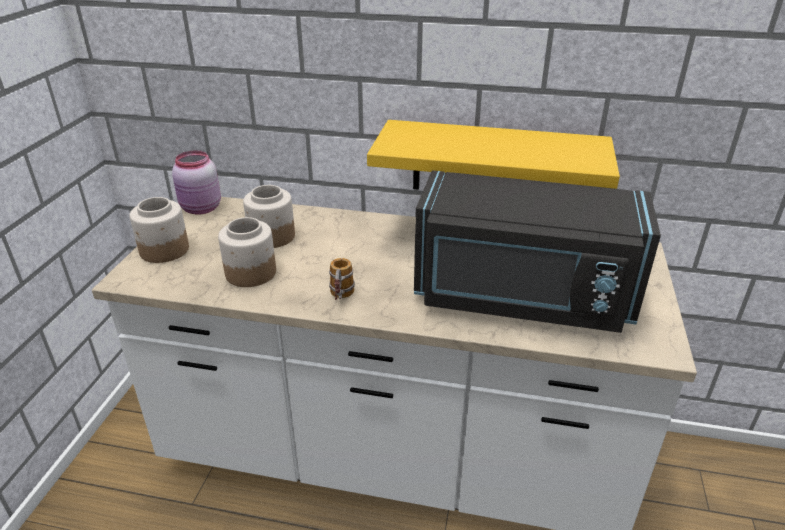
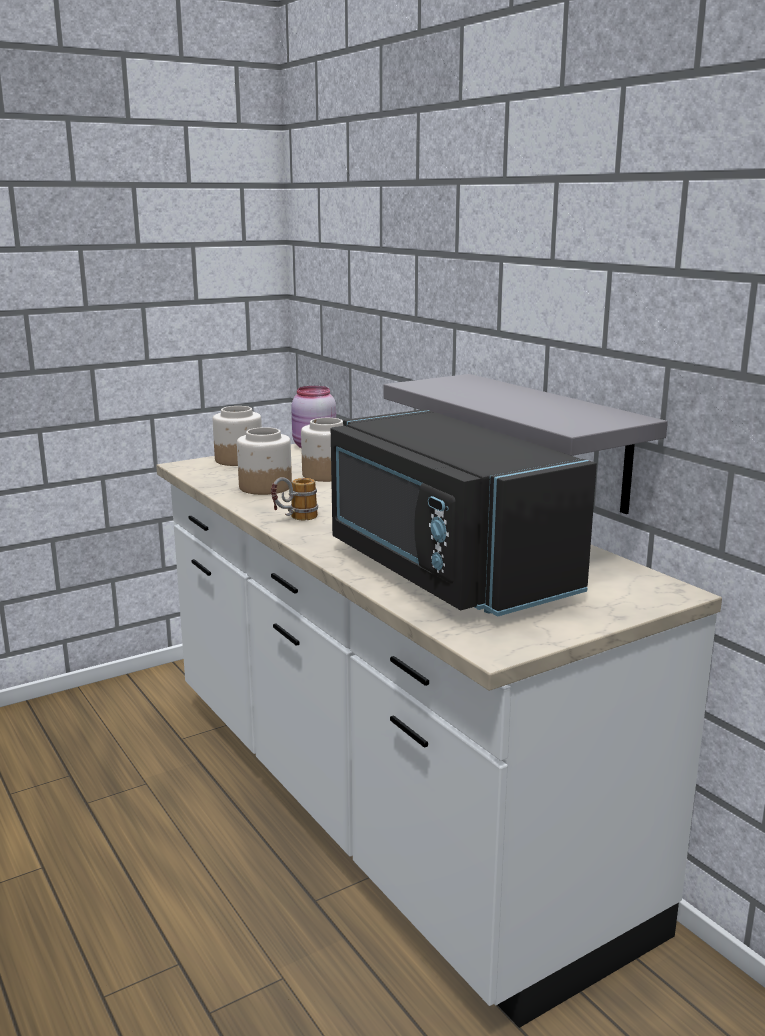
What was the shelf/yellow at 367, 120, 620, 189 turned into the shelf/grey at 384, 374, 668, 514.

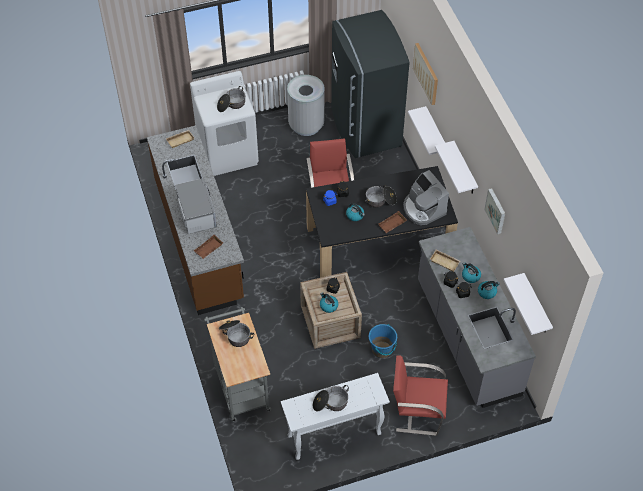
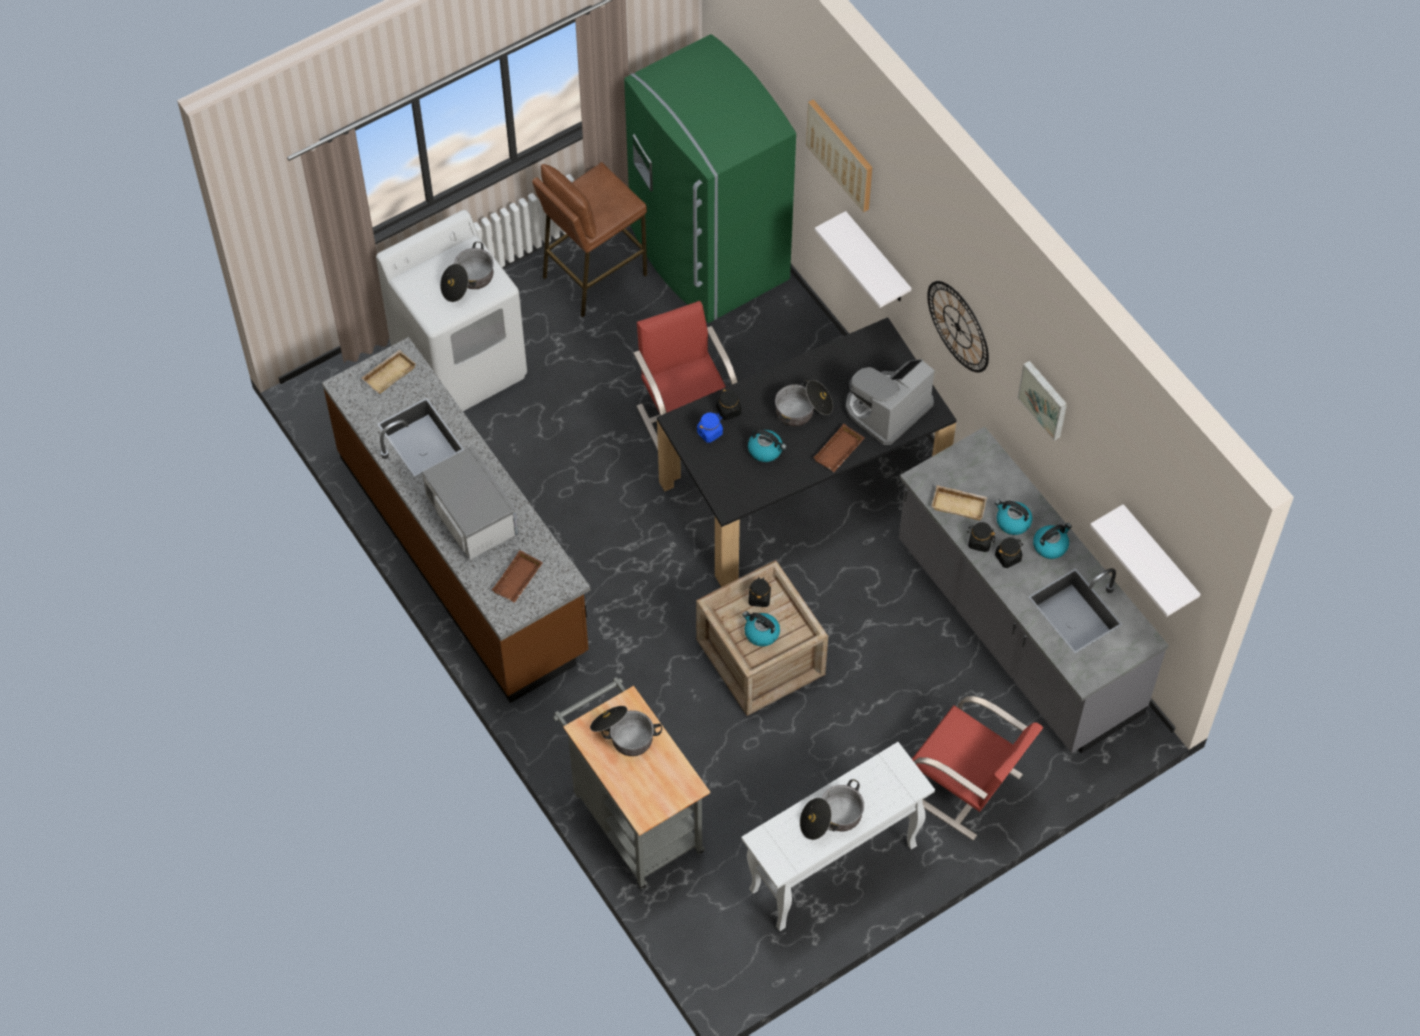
The second view lost the bucket/blue at 369, 324, 397, 358.
Where the trash can/grey stood at 287, 75, 325, 136, the stool/brown came to stand at 532, 162, 647, 317.
Where the shelf/white hung at 435, 141, 478, 194, the wall clock came to hang at 927, 281, 989, 373.
What was the fridge/grey at 331, 10, 410, 158 turned into the fridge/green at 624, 34, 796, 323.
The chair/red at 393, 355, 448, 436 ended up facing another way, 135 degrees counterclockwise from before.
The coffee machine at 403, 170, 449, 225 ended up facing another way, 90 degrees clockwise from before.

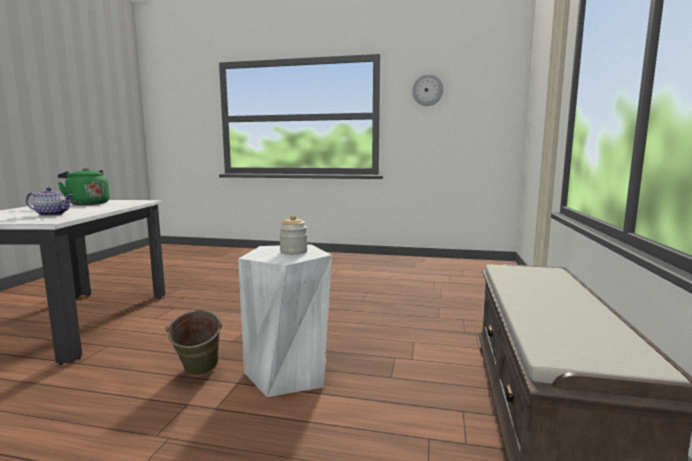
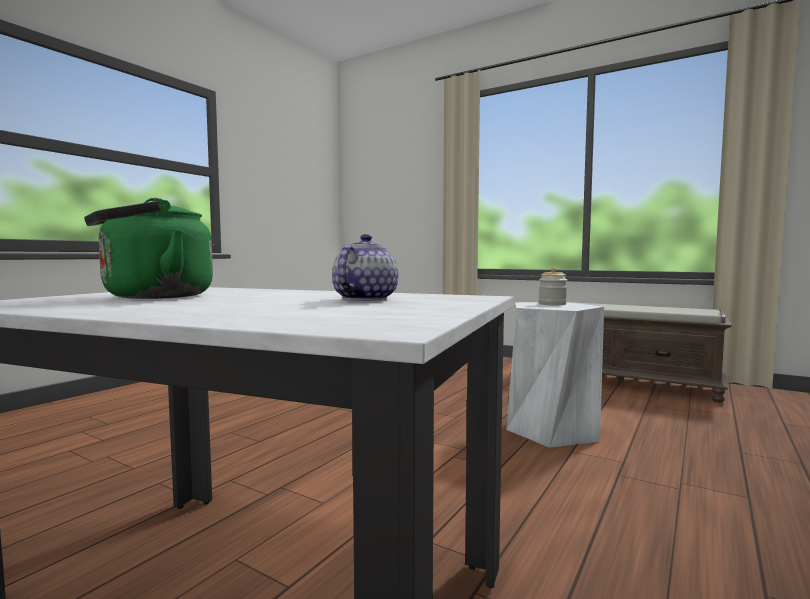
The second view lost the bucket/green at 165, 310, 223, 376.
The second view lost the wall clock at 412, 74, 443, 106.

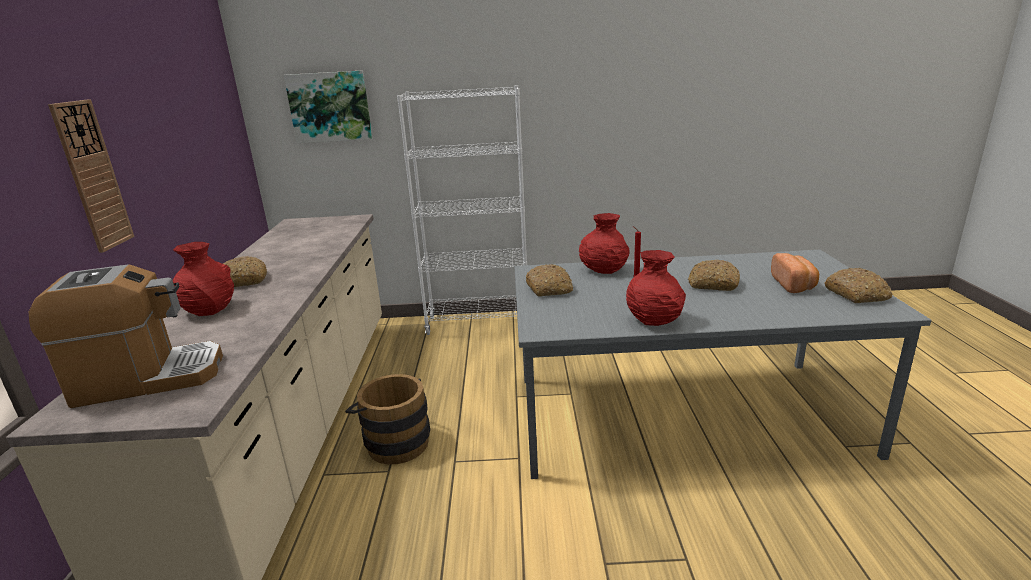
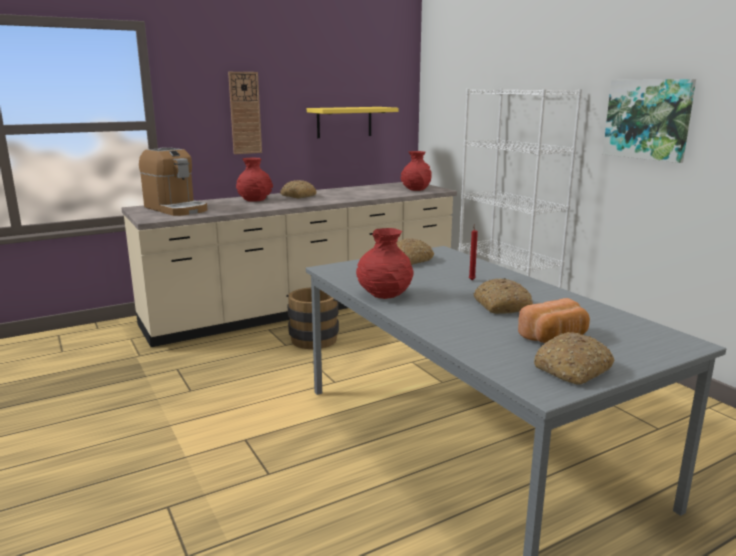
The second view gained the shelf/yellow at 307, 107, 399, 138.
The picture ended up elsewhere, having gone from 284, 70, 373, 143 to 603, 79, 696, 163.
The vase/red ended up elsewhere, having gone from 579, 213, 630, 274 to 401, 151, 432, 191.

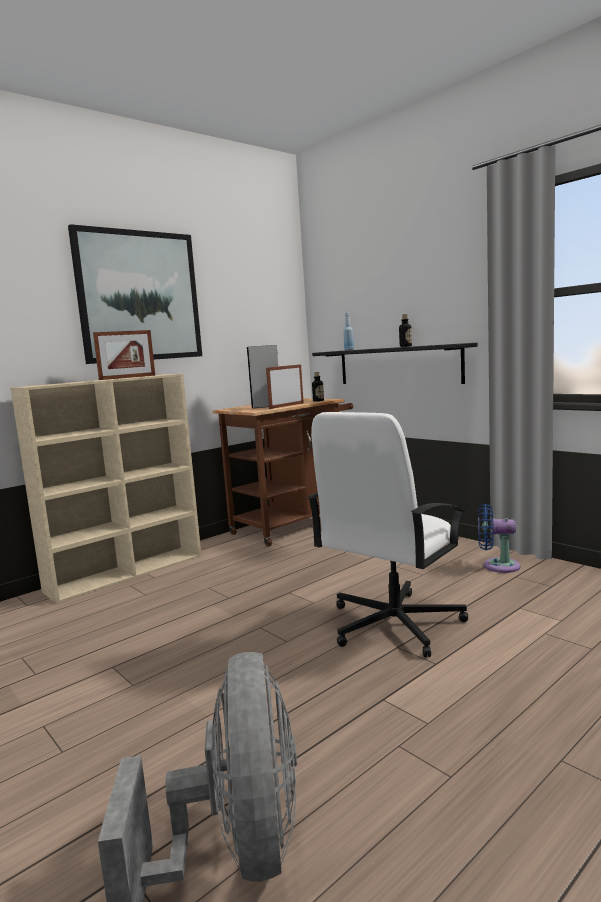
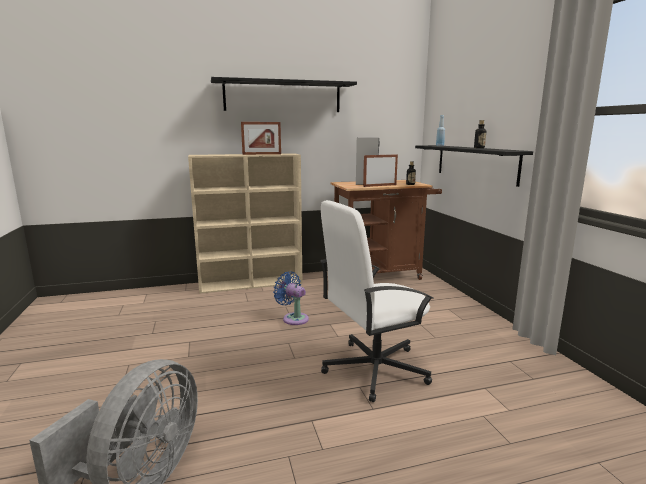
The fan/blue ended up elsewhere, having gone from 478, 504, 520, 573 to 273, 271, 309, 325.
Where the picture hung at 68, 224, 202, 364, the shelf/black came to hang at 211, 77, 357, 112.

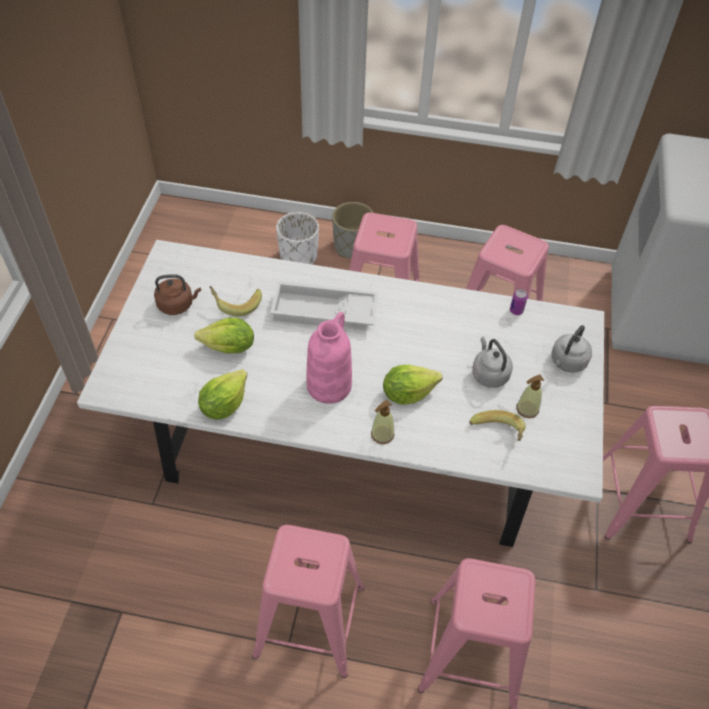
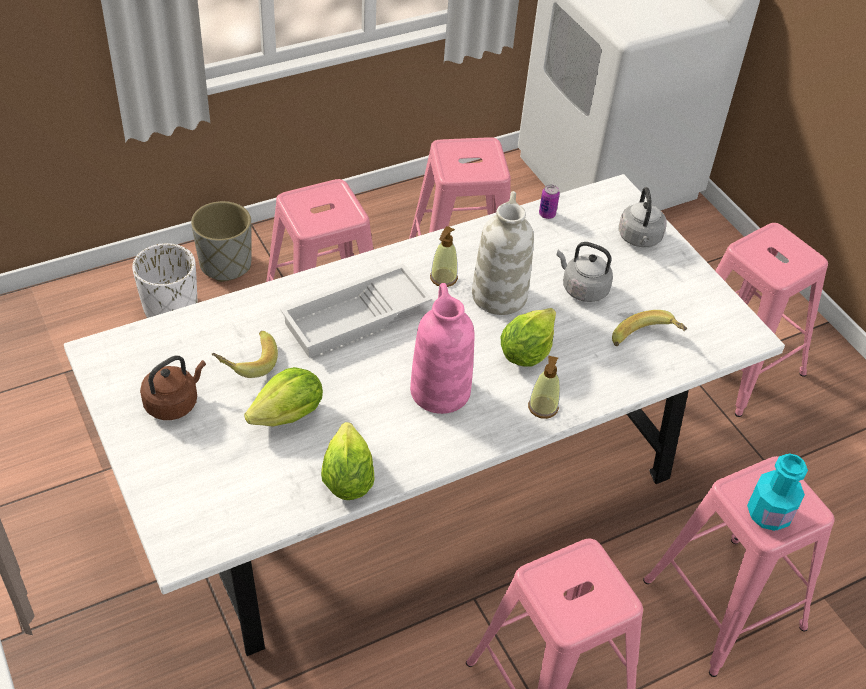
The second view gained the vase/white at 472, 191, 534, 315.
The second view gained the bottle/turquoise at 747, 453, 808, 531.
The soap dispenser ended up elsewhere, having gone from 516, 374, 544, 418 to 430, 226, 458, 287.

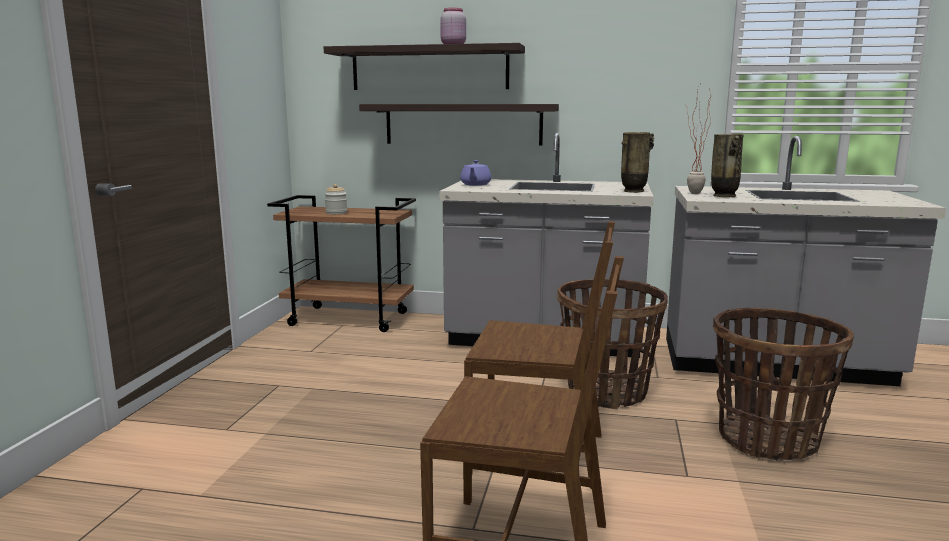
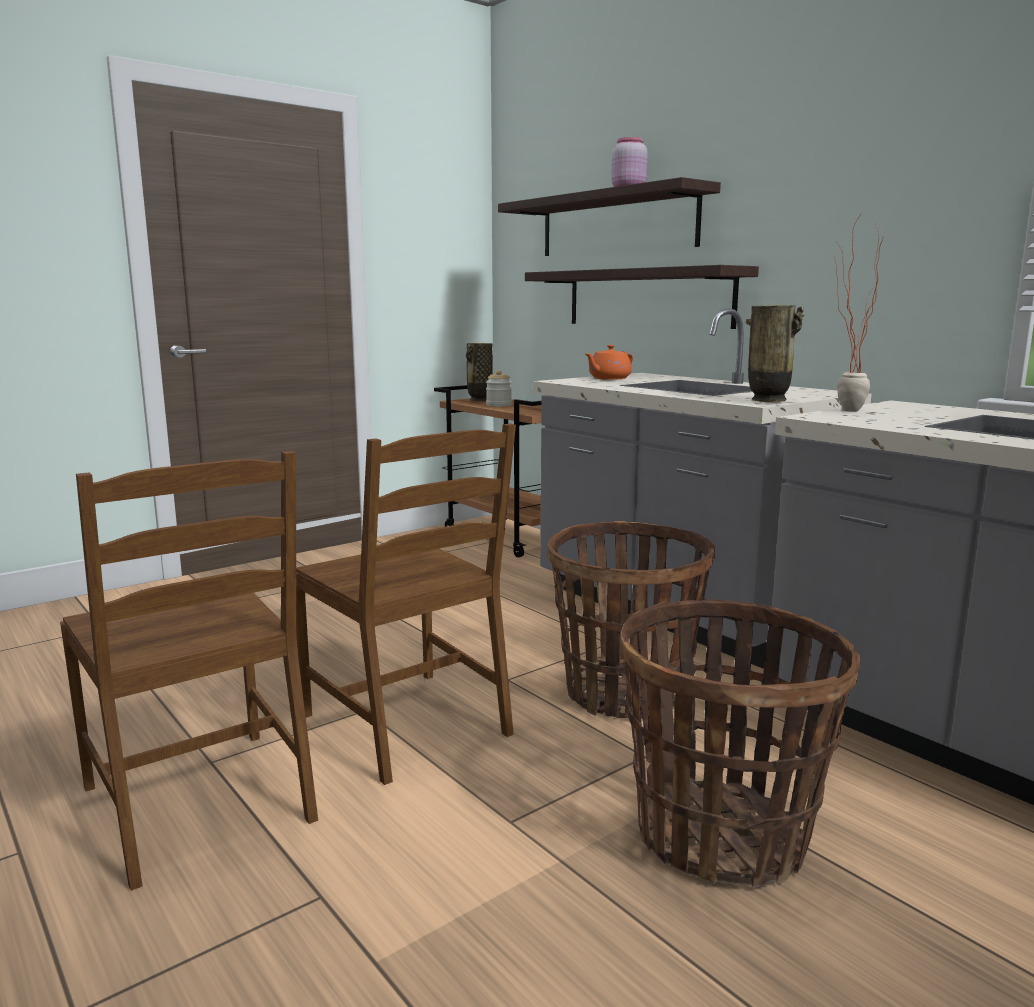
The vase ended up elsewhere, having gone from 711, 134, 743, 197 to 466, 343, 493, 402.
What was the teapot/purple at 460, 160, 491, 186 turned into the teapot/orange at 586, 345, 633, 380.

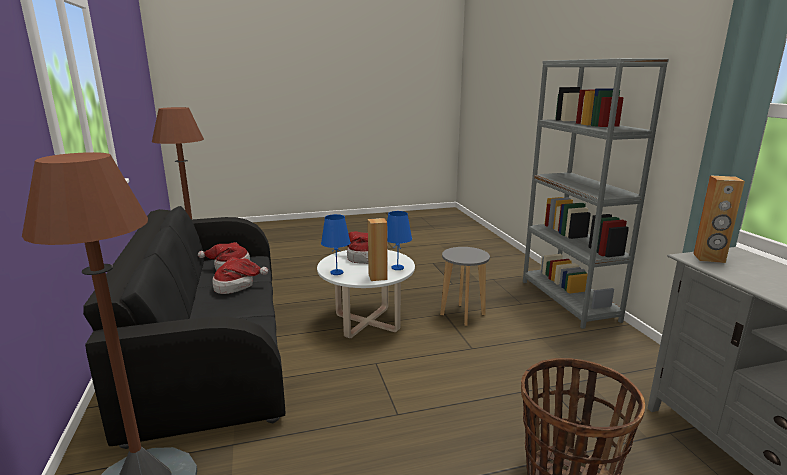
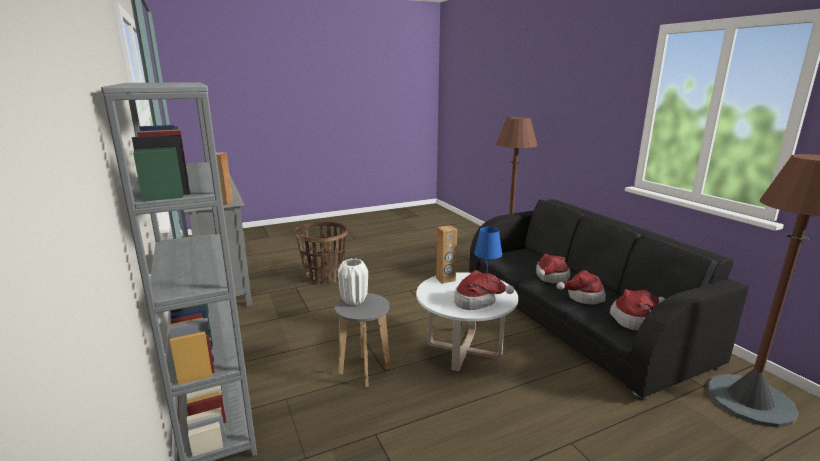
The second view lost the table lamp/blue at 387, 211, 412, 270.
The second view gained the vase/white at 338, 259, 368, 305.
The second view gained the hat at 536, 254, 570, 284.

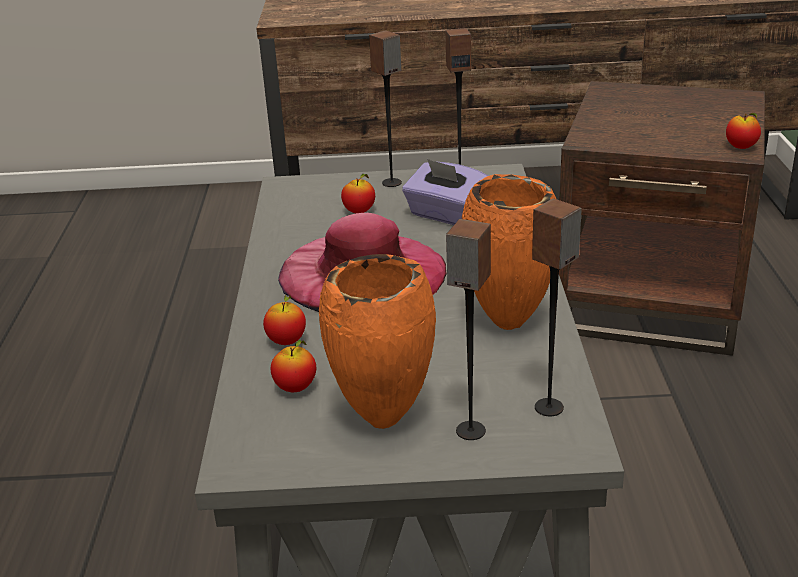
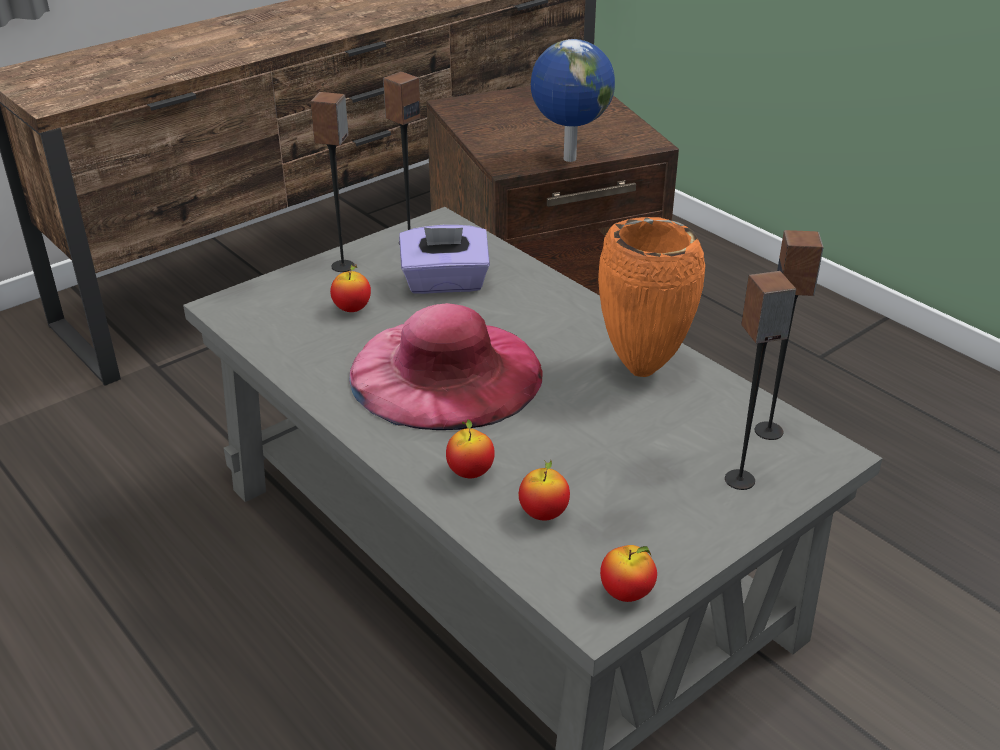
The second view lost the vase/orange at 319, 254, 436, 429.
The second view gained the globe at 531, 39, 615, 162.
The apple ended up elsewhere, having gone from 726, 113, 761, 149 to 600, 545, 657, 602.

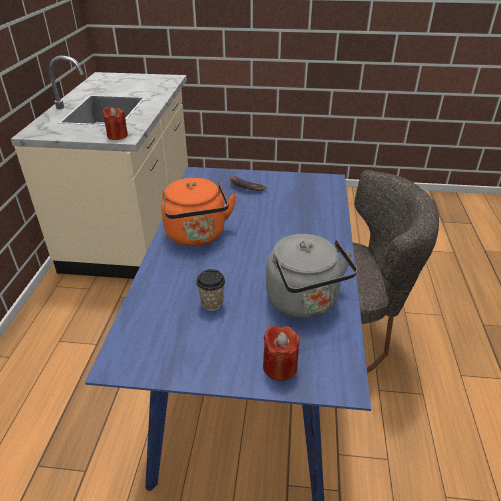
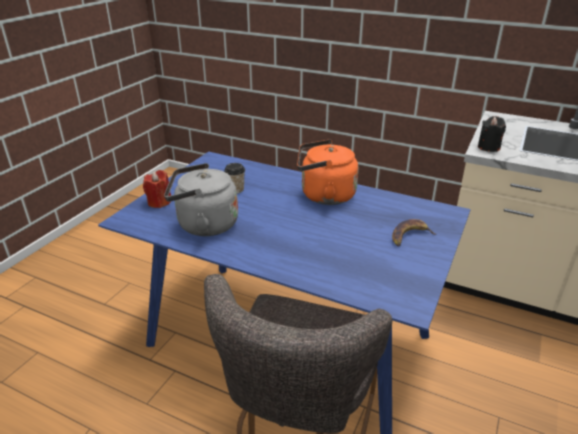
What was the candle/red at 103, 107, 128, 140 turned into the candle/black at 478, 116, 506, 152.

